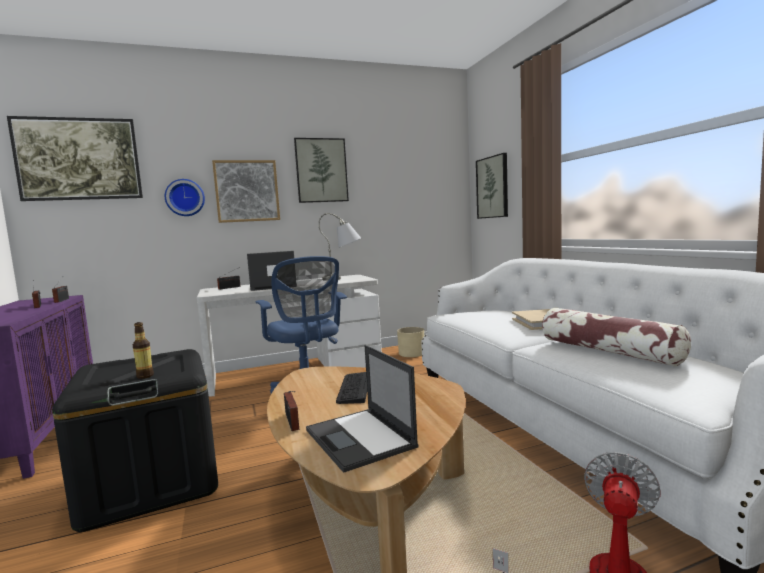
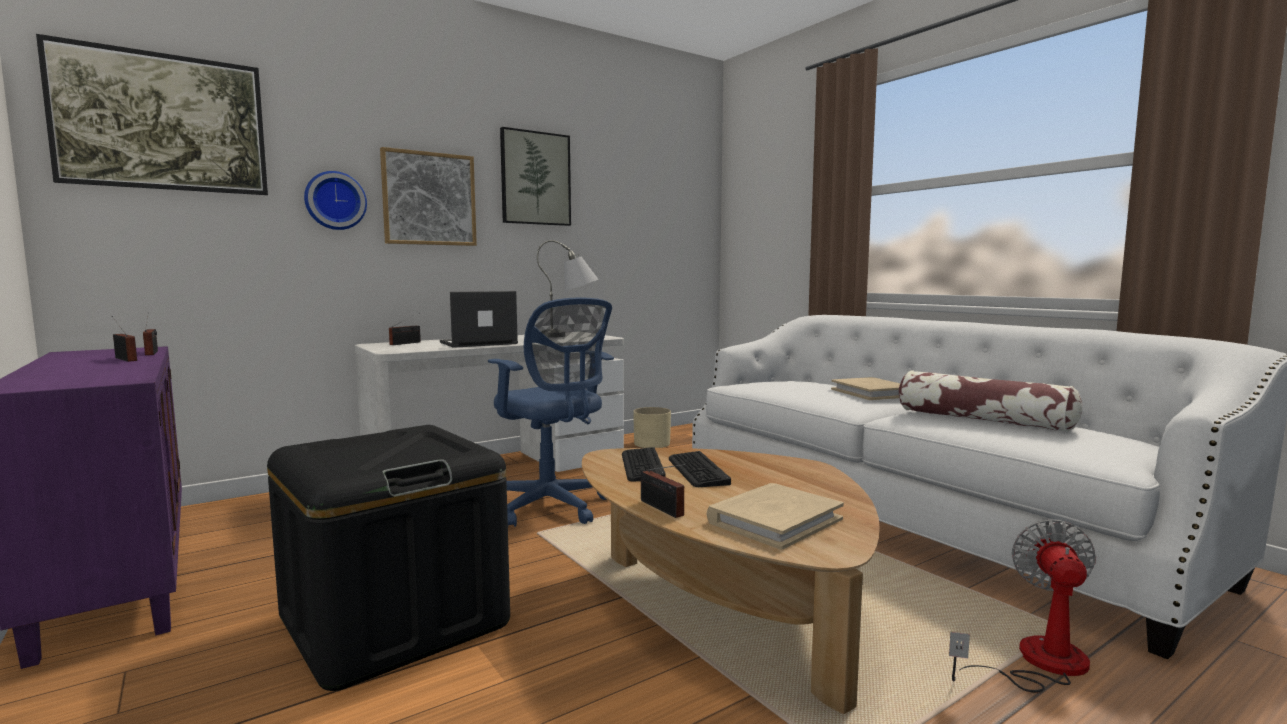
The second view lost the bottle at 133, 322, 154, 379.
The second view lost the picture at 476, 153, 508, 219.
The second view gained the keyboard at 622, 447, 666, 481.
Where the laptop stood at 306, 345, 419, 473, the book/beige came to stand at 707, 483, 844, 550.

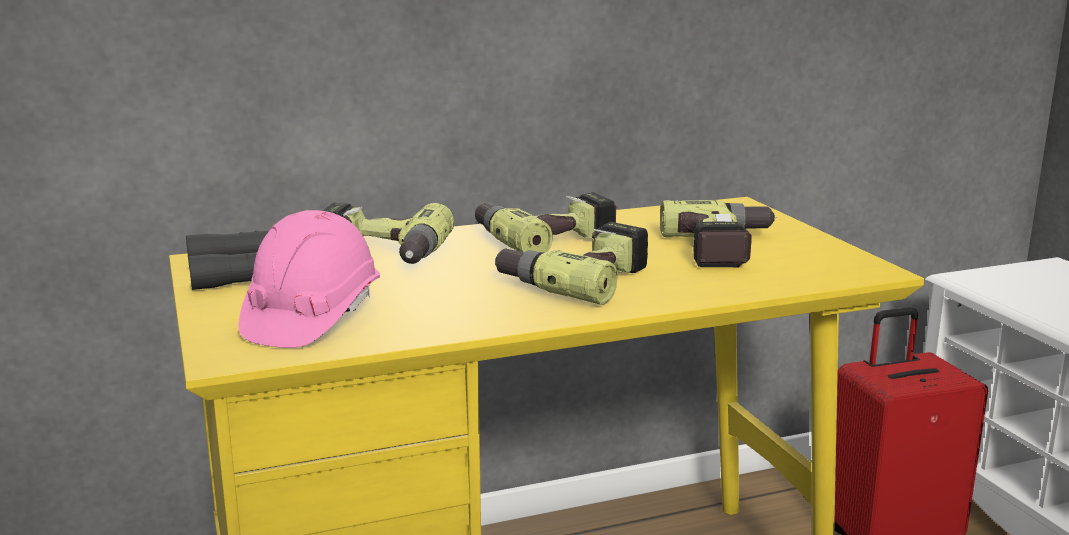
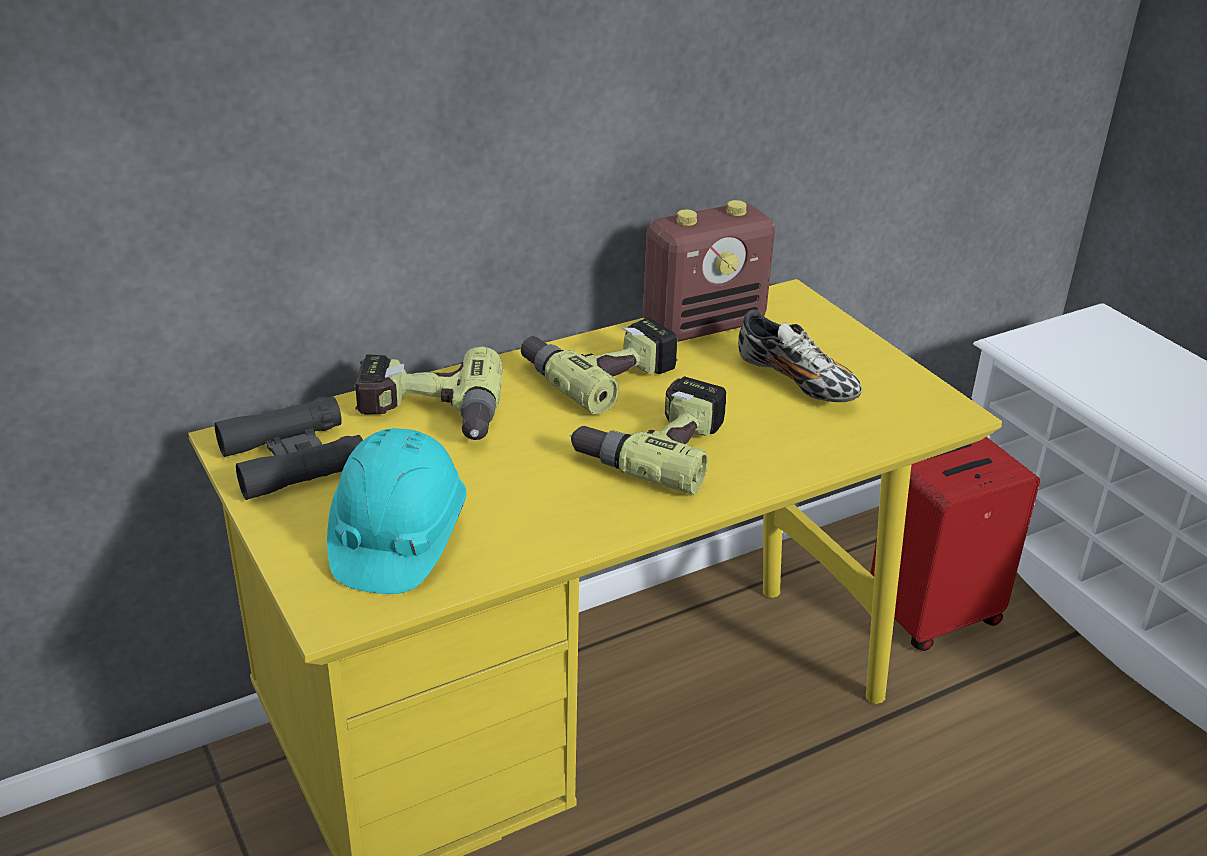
The second view gained the radio at 643, 200, 775, 342.
Where the power drill stood at 660, 200, 777, 268, the shoe came to stand at 738, 309, 862, 402.
What was the hard hat/pink at 239, 210, 380, 348 turned into the hard hat/turquoise at 327, 428, 466, 594.

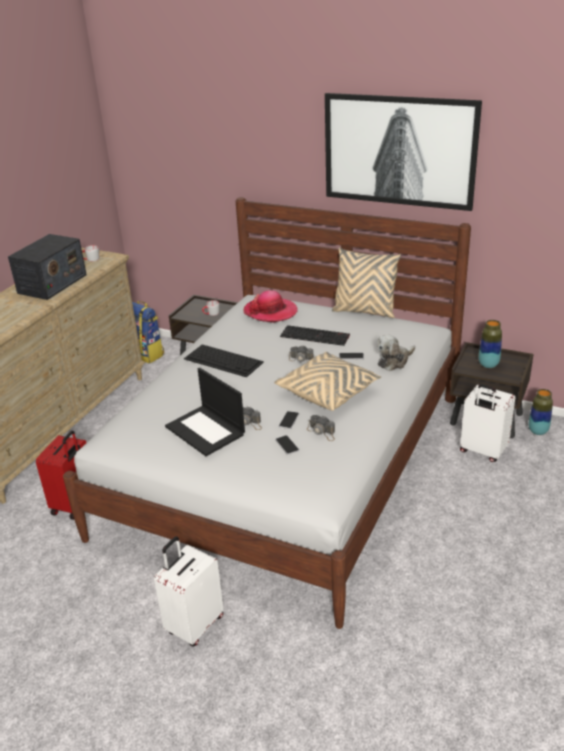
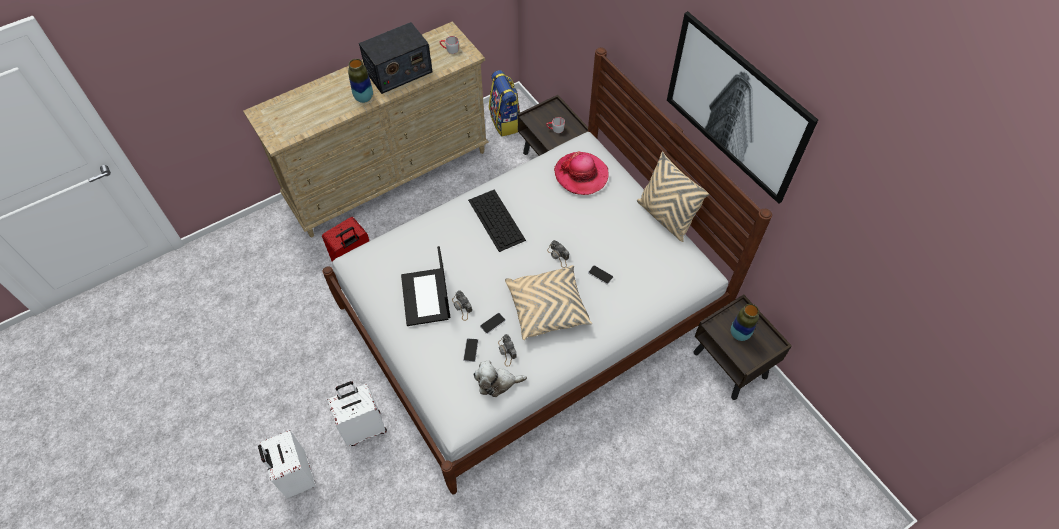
The second view lost the keyboard at 280, 325, 350, 346.
The plush toy ended up elsewhere, having gone from 377, 335, 415, 371 to 473, 361, 527, 397.
The suitcase/white ended up elsewhere, having gone from 460, 384, 515, 462 to 258, 430, 316, 498.
The vase ended up elsewhere, having gone from 529, 389, 553, 435 to 348, 59, 373, 103.

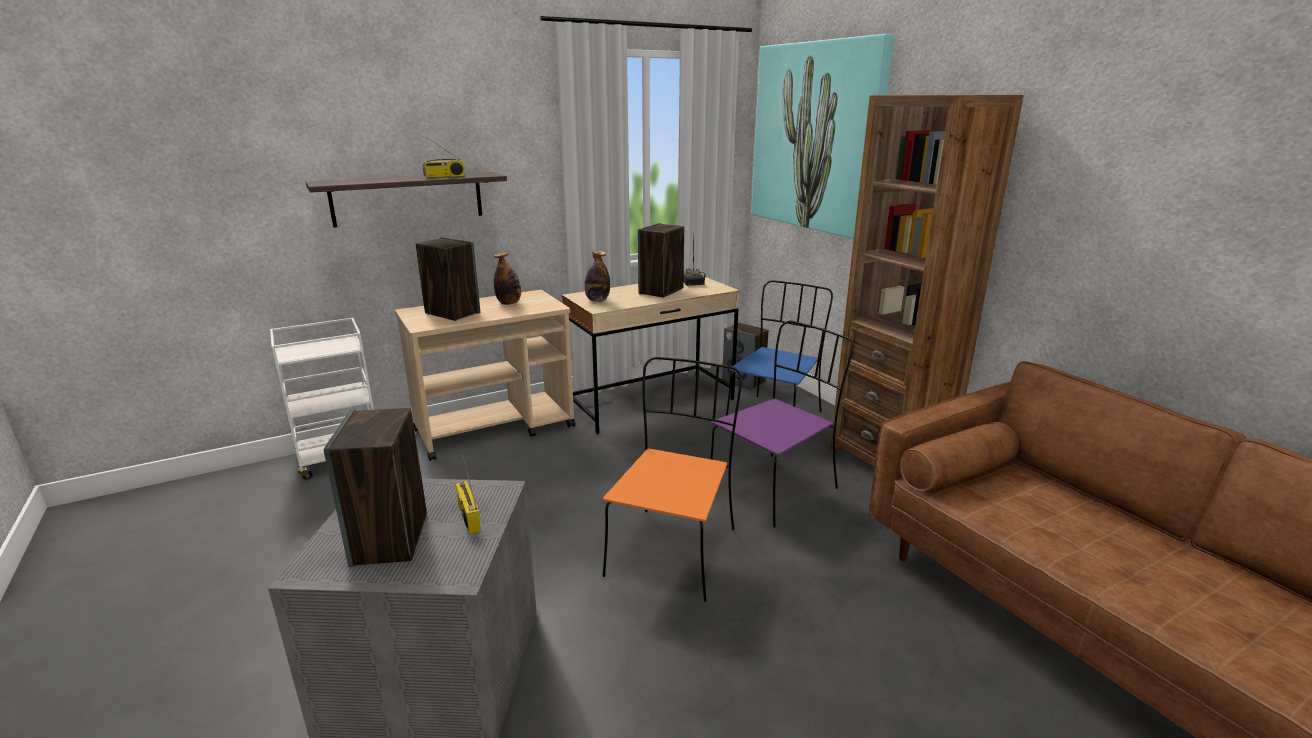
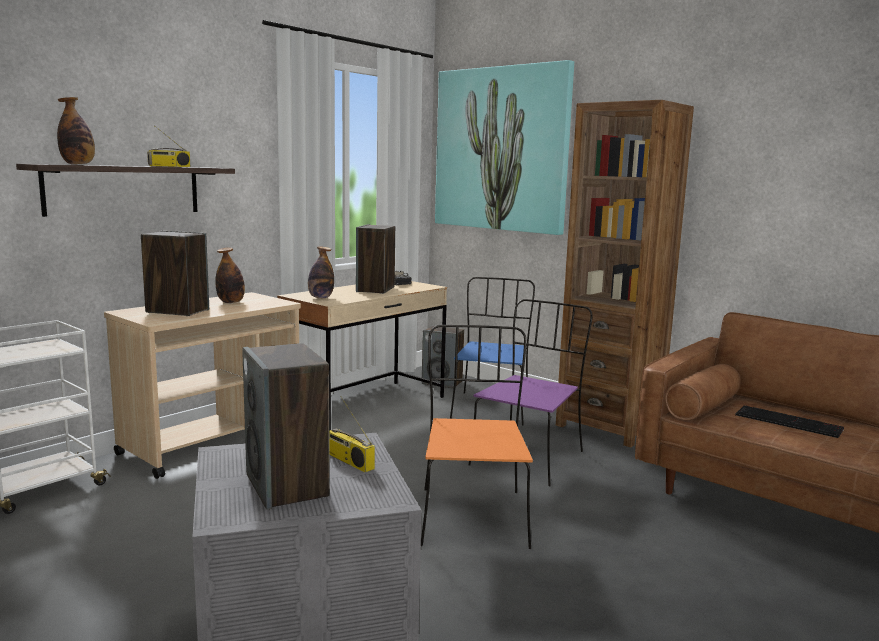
The second view gained the bottle at 57, 97, 95, 165.
The second view gained the keyboard at 735, 405, 844, 438.

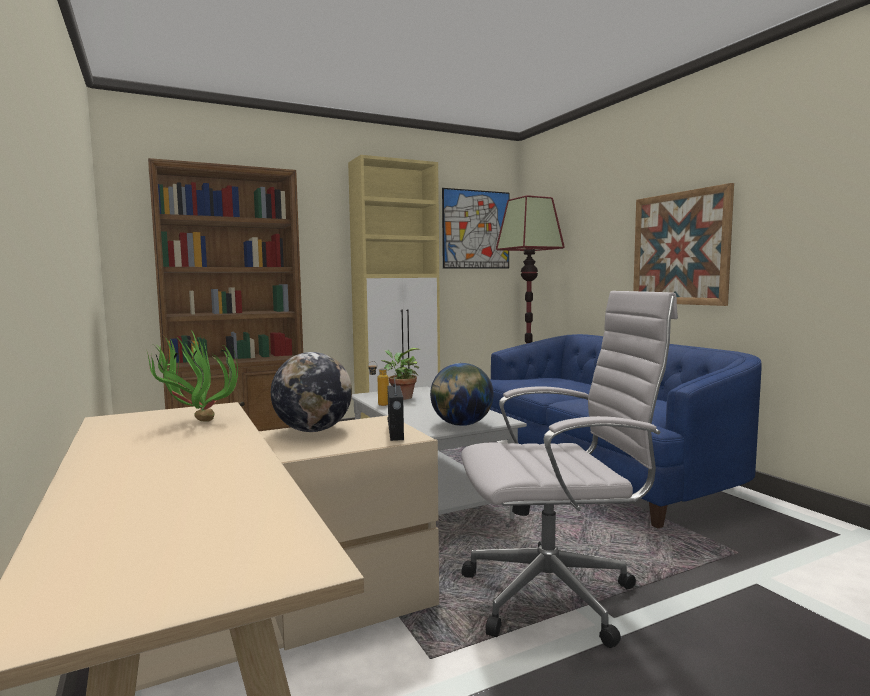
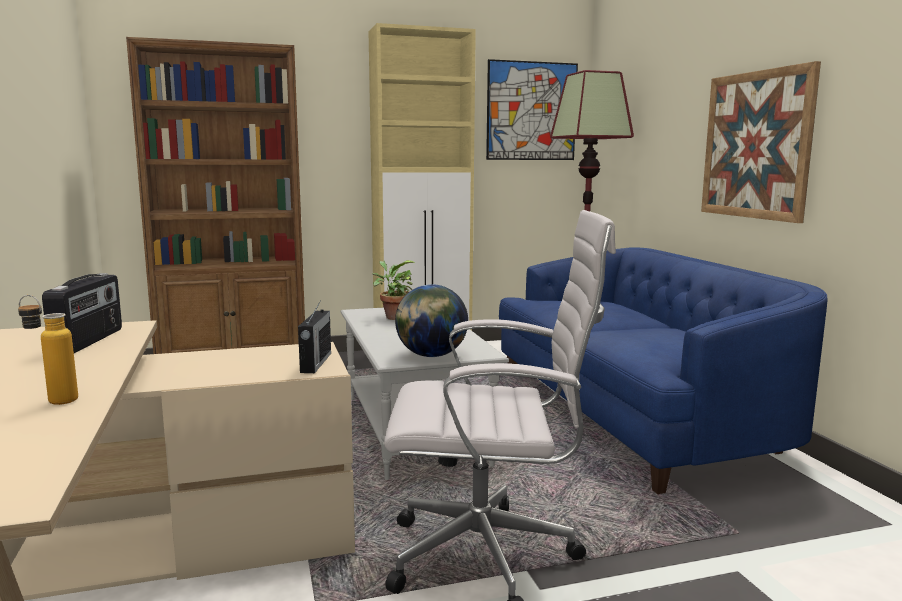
The second view lost the globe at 271, 352, 352, 432.
The bottle ended up elsewhere, having gone from 368, 361, 389, 406 to 18, 295, 78, 405.
Where the potted plant stood at 146, 330, 238, 422, the radio came to stand at 42, 273, 122, 353.

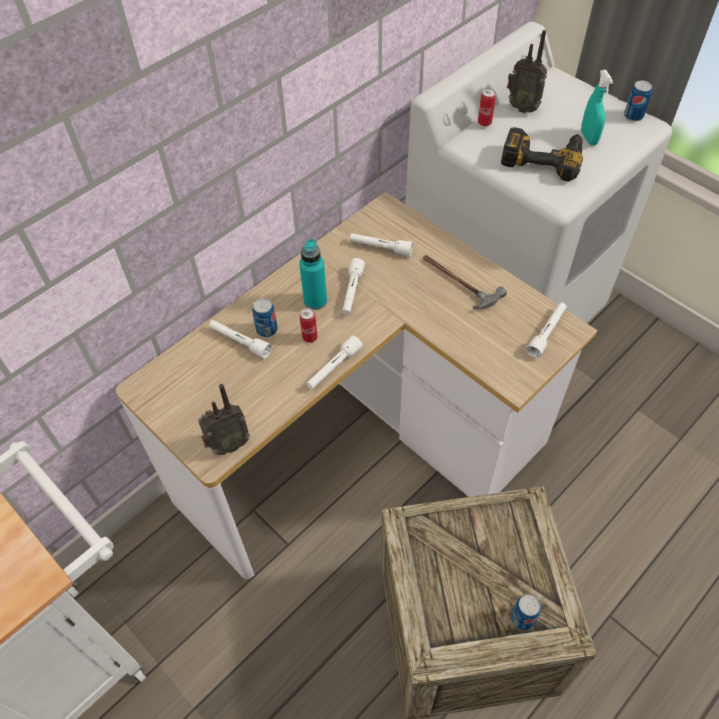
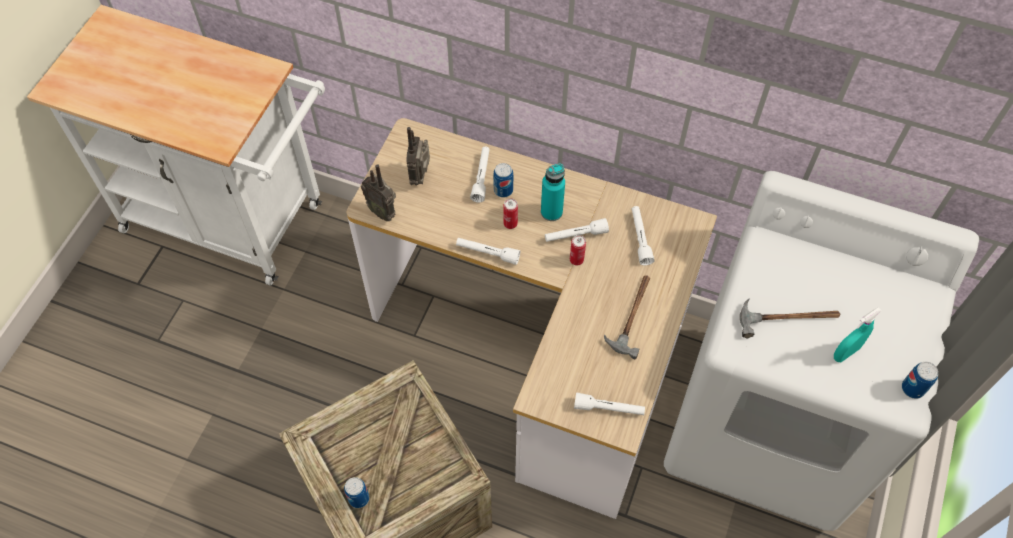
The can ended up elsewhere, having gone from 478, 88, 496, 126 to 570, 235, 586, 266.
The radio ended up elsewhere, having gone from 507, 30, 547, 113 to 406, 127, 430, 186.
Where the power drill stood at 501, 127, 583, 181, the hammer came to stand at 740, 299, 840, 339.

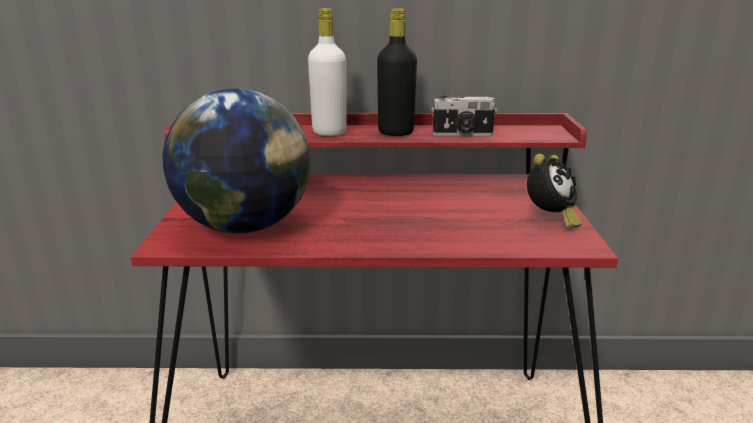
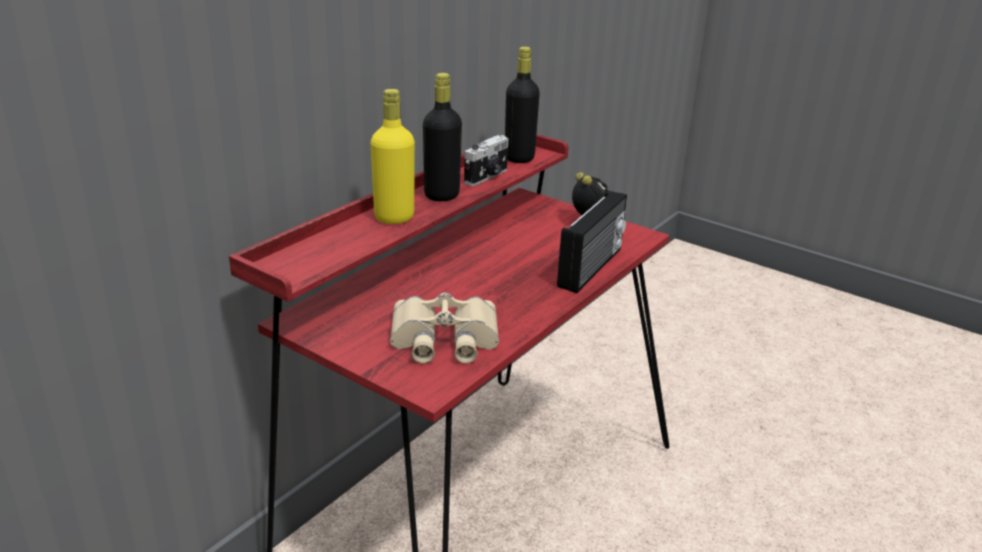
The second view gained the bottle/black at 505, 47, 540, 163.
The second view gained the radio at 557, 190, 627, 293.
Where the globe stood at 163, 89, 311, 233, the binoculars/beige came to stand at 390, 292, 499, 364.
What was the bottle/white at 308, 8, 347, 136 turned into the bottle/yellow at 370, 89, 415, 224.

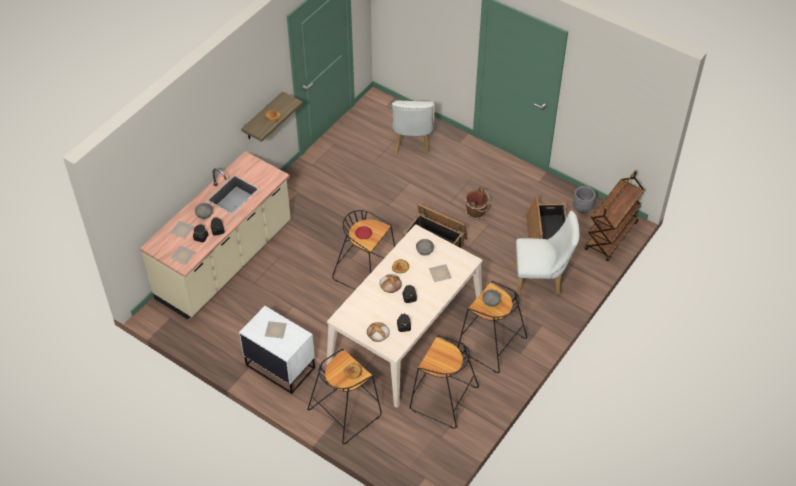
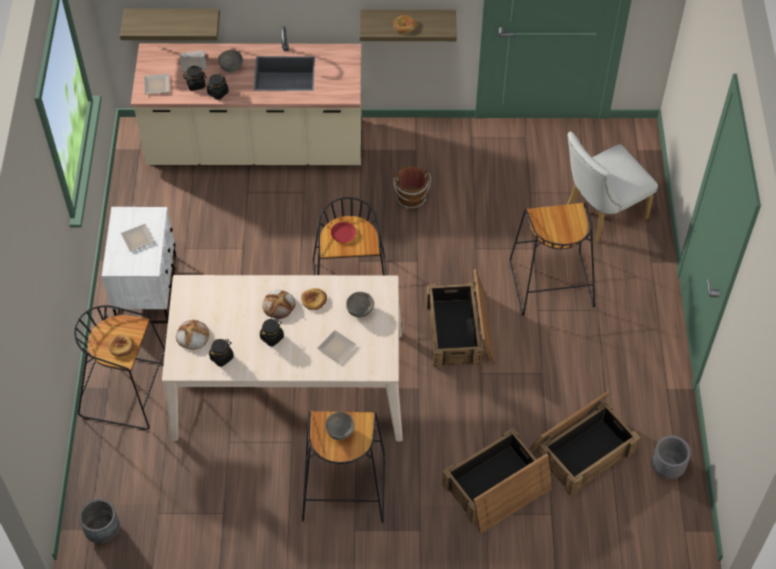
The second view lost the cart/brown at 585, 171, 645, 261.
The second view gained the planter/grey at 79, 499, 120, 544.
The second view gained the shelf at 120, 9, 220, 40.
The stool/black ended up elsewhere, having gone from 410, 335, 479, 429 to 510, 202, 595, 316.
The bucket/brown ended up elsewhere, having gone from 465, 187, 491, 220 to 393, 166, 431, 209.
Where the chair/white stood at 514, 211, 580, 296, the crate came to stand at 442, 428, 552, 534.

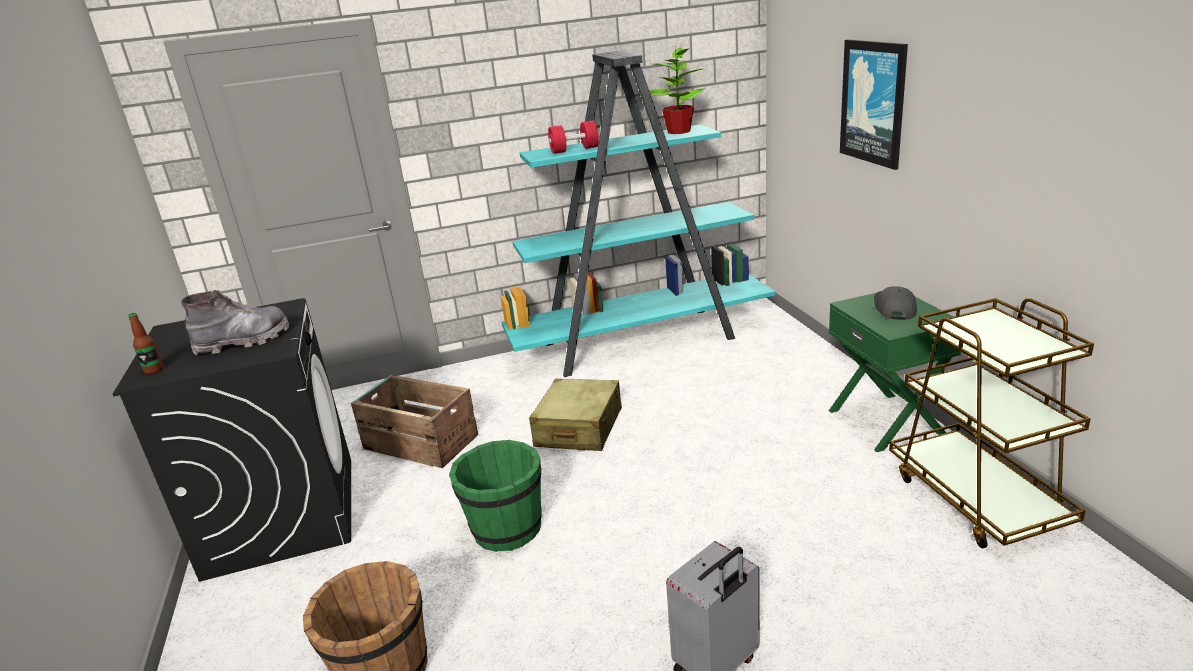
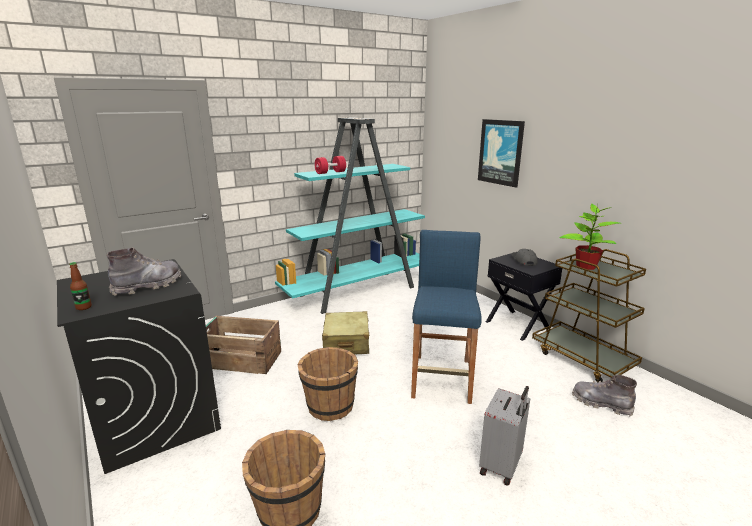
The second view gained the stool/blue at 411, 230, 482, 404.
The second view gained the boot/grey at 572, 375, 637, 416.
The potted plant ended up elsewhere, having gone from 650, 45, 706, 134 to 559, 204, 620, 270.
What was the bucket/green at 449, 440, 542, 552 turned into the bucket/brown at 298, 347, 358, 421.
What was the nightstand/green at 829, 293, 961, 452 turned into the nightstand/black at 486, 253, 562, 341.

